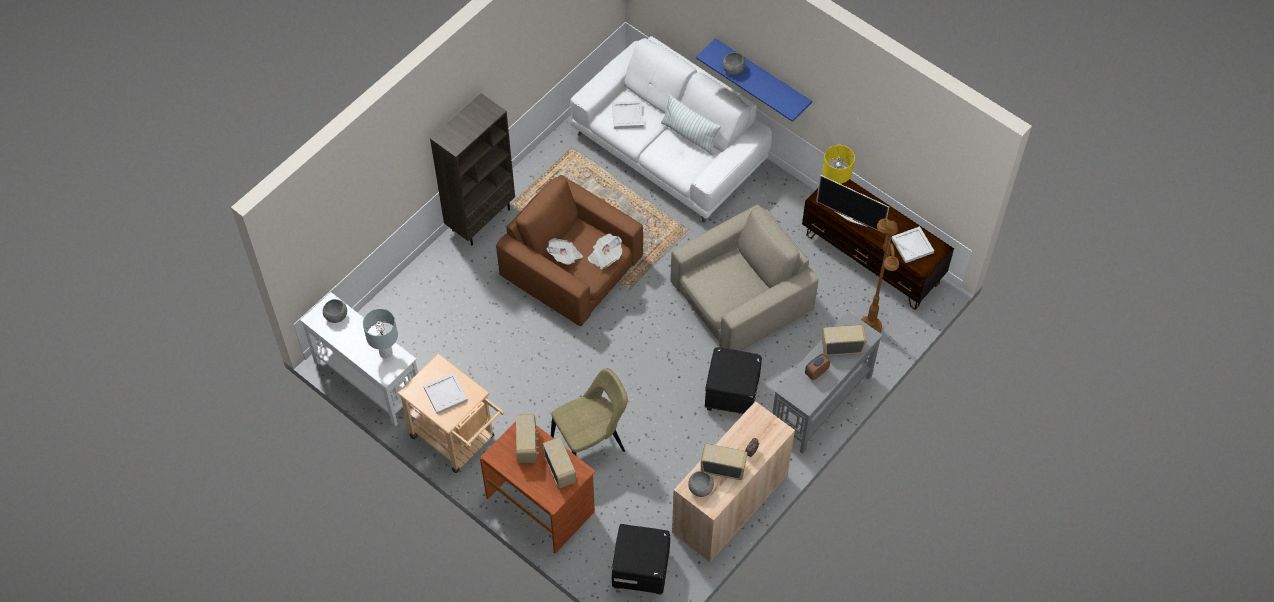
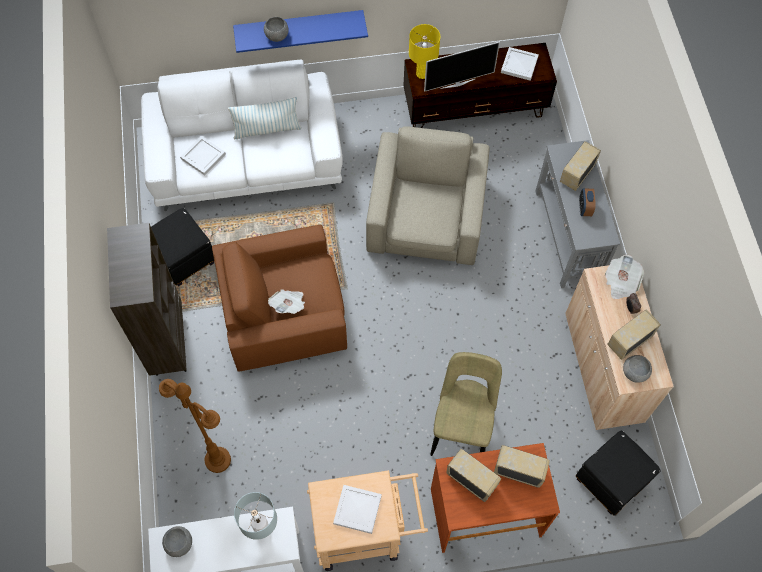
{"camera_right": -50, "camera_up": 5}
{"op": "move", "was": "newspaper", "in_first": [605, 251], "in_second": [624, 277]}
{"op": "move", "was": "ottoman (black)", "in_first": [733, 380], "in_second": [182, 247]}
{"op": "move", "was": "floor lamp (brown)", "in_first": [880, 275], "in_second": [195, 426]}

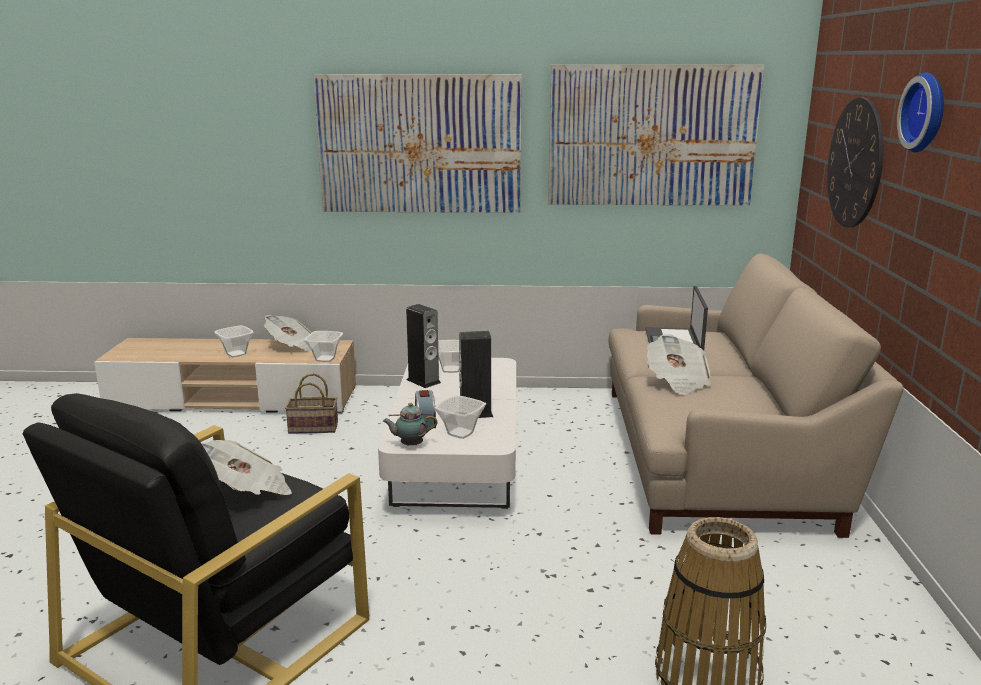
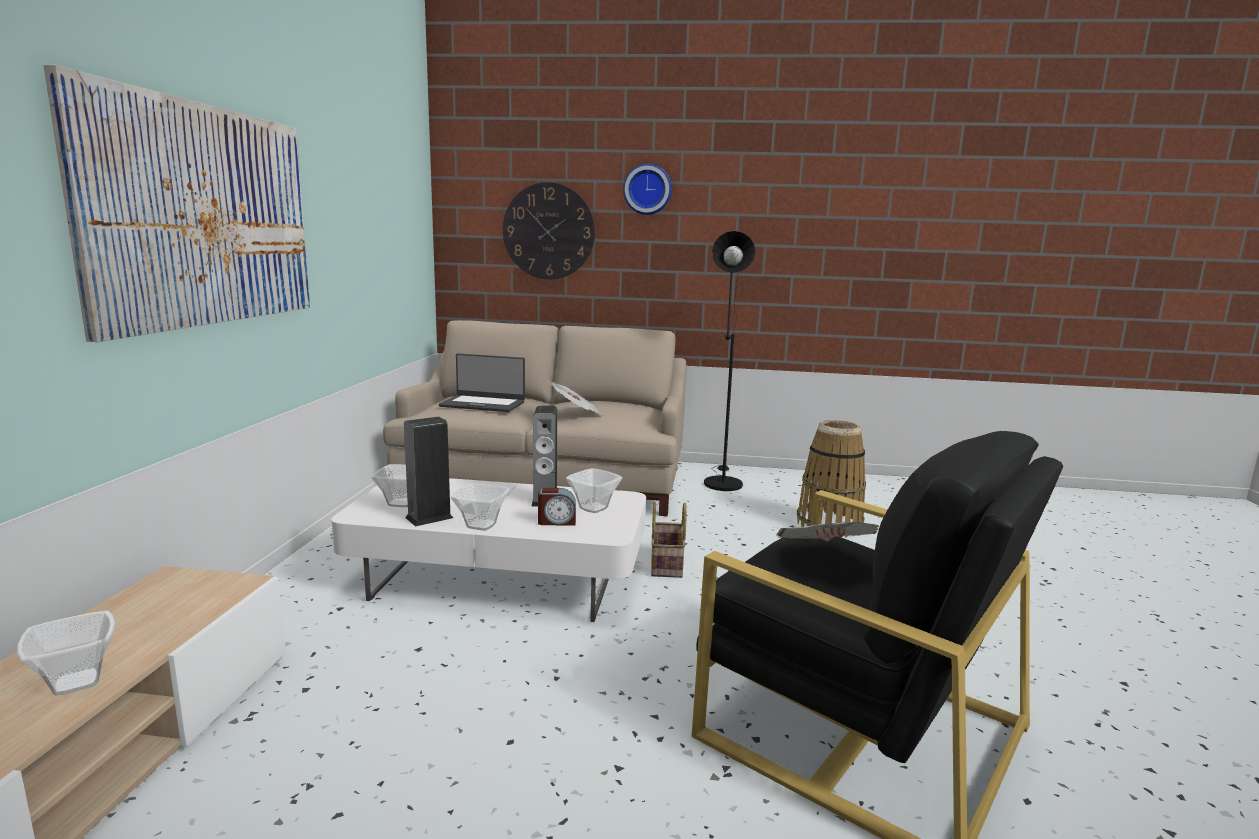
{"camera_right": -85, "camera_up": -5}
{"op": "delete", "was": "newspaper", "in_first": [288, 333]}
{"op": "move", "was": "basket", "in_first": [311, 403], "in_second": [669, 540]}
{"op": "move", "was": "bowl", "in_first": [323, 346], "in_second": [480, 507]}
{"op": "delete", "was": "teapot", "in_first": [410, 424]}
{"op": "delete", "was": "picture", "in_first": [656, 135]}
{"op": "insert", "now": "floor lamp (black)", "in_second": [729, 361]}

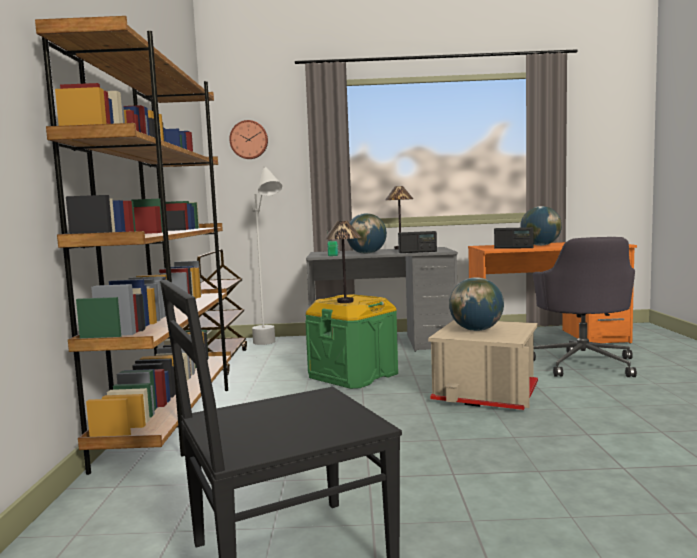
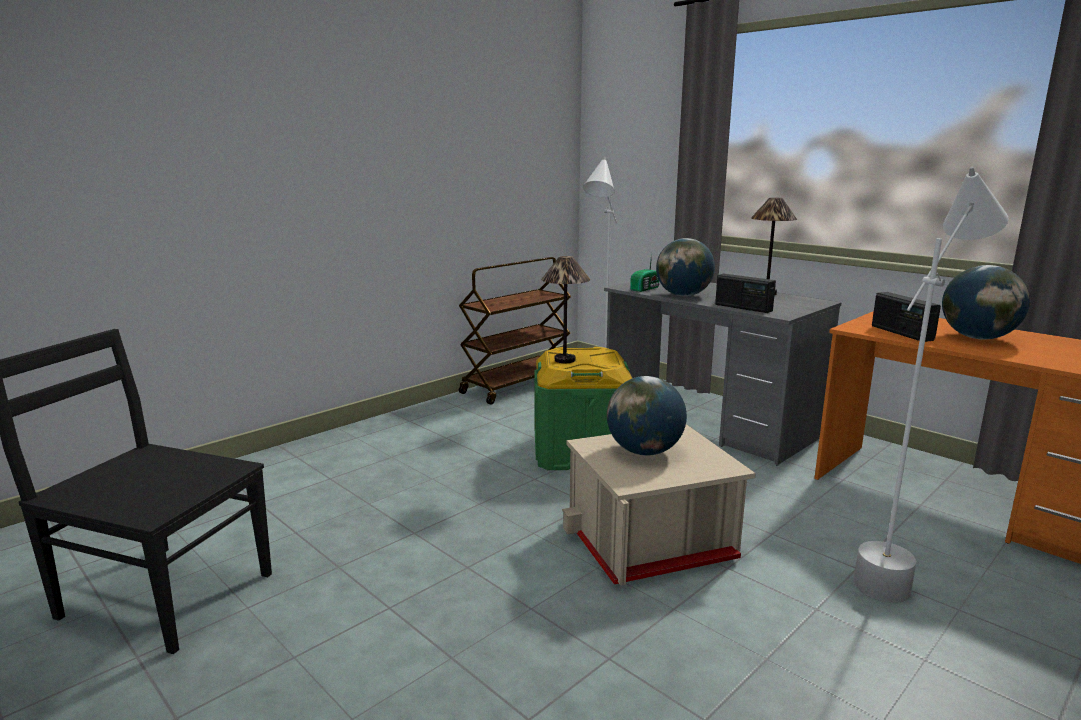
{"camera_right": 45, "camera_up": 10}
{"op": "delete", "was": "bookcase (brown)", "in_first": [133, 245]}
{"op": "delete", "was": "wall clock", "in_first": [248, 139]}
{"op": "replace", "was": "office chair (grey)", "now": "floor lamp (white)", "in_first": [585, 307], "in_second": [930, 385]}

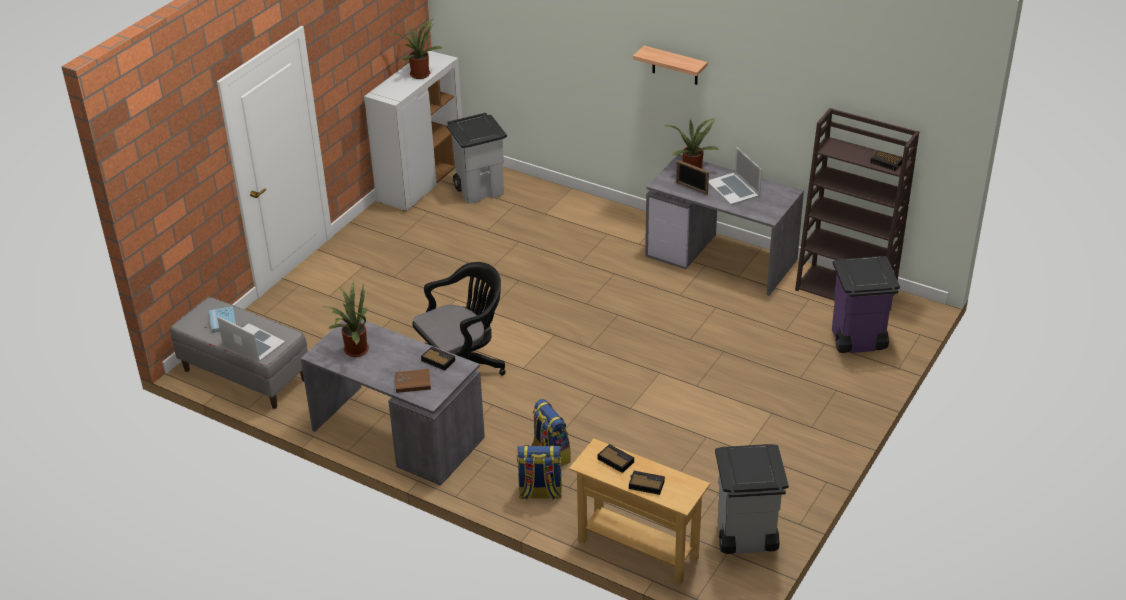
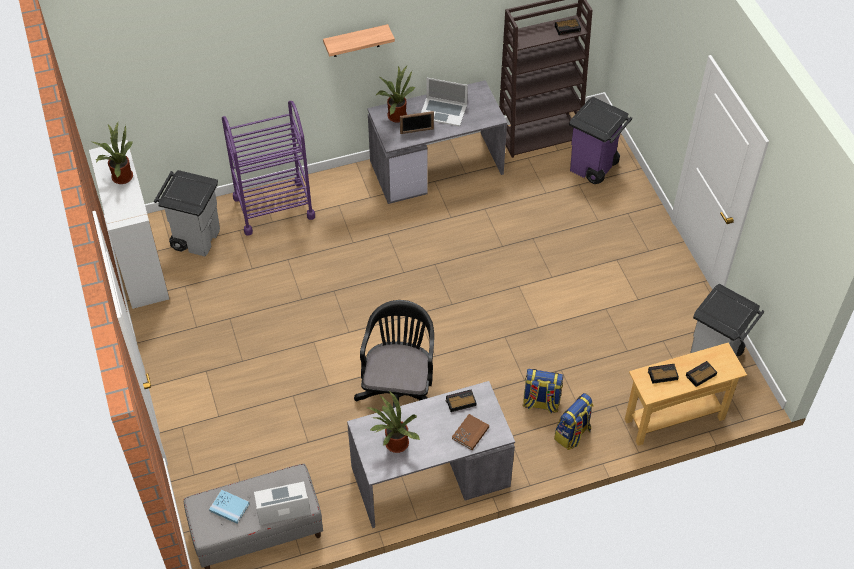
{"camera_right": -50, "camera_up": 15}
{"op": "insert", "now": "cart (purple)", "in_second": [268, 168]}

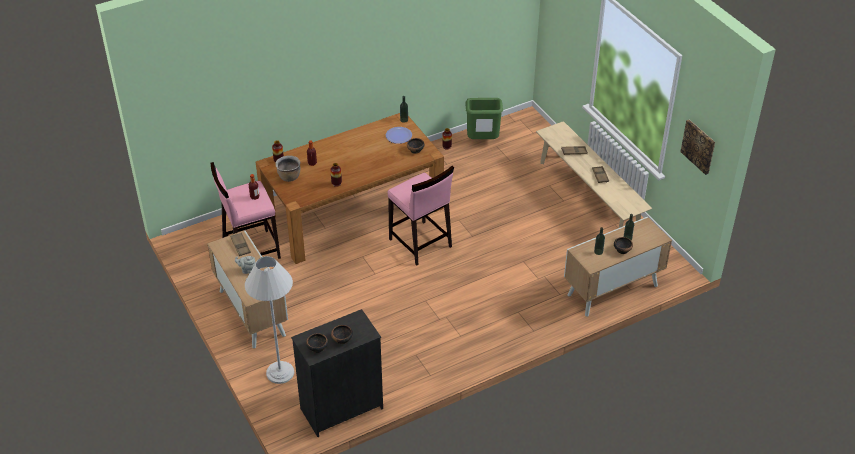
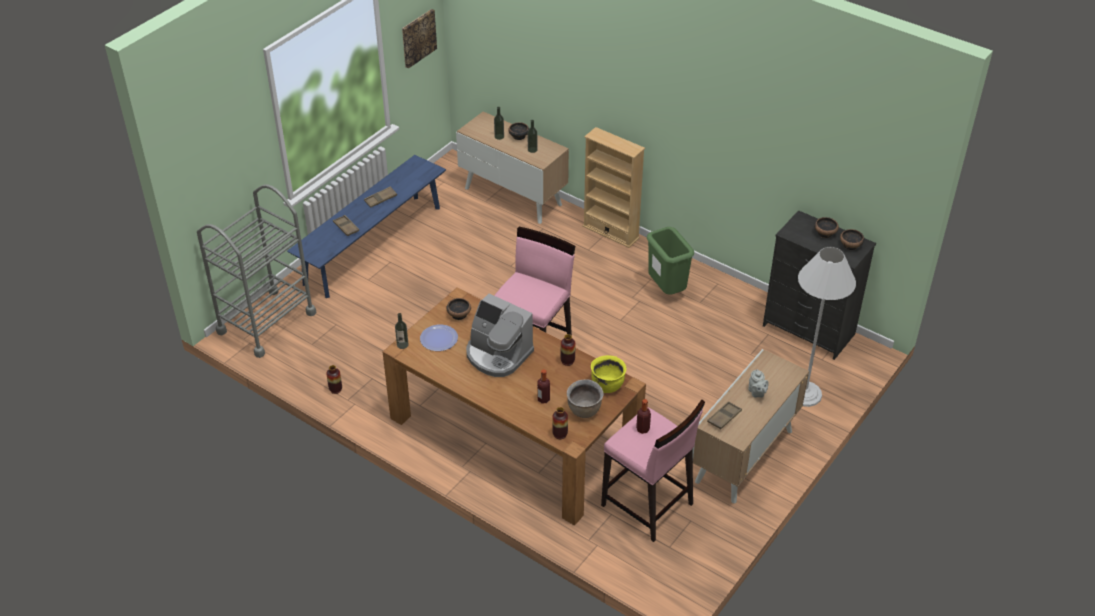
{"camera_right": -115, "camera_up": 0}
{"op": "move", "was": "trash can (green)", "in_first": [484, 118], "in_second": [670, 261]}
{"op": "recolor", "was": "bench (beige)", "now": "bench (blue)", "in_first": [594, 174], "in_second": [366, 226]}
{"op": "insert", "now": "cart (grey)", "in_second": [256, 271]}
{"op": "insert", "now": "coffee machine", "in_second": [500, 335]}
{"op": "insert", "now": "bookcase (beige)", "in_second": [613, 187]}
{"op": "insert", "now": "cooking pot (yellow)", "in_second": [609, 374]}

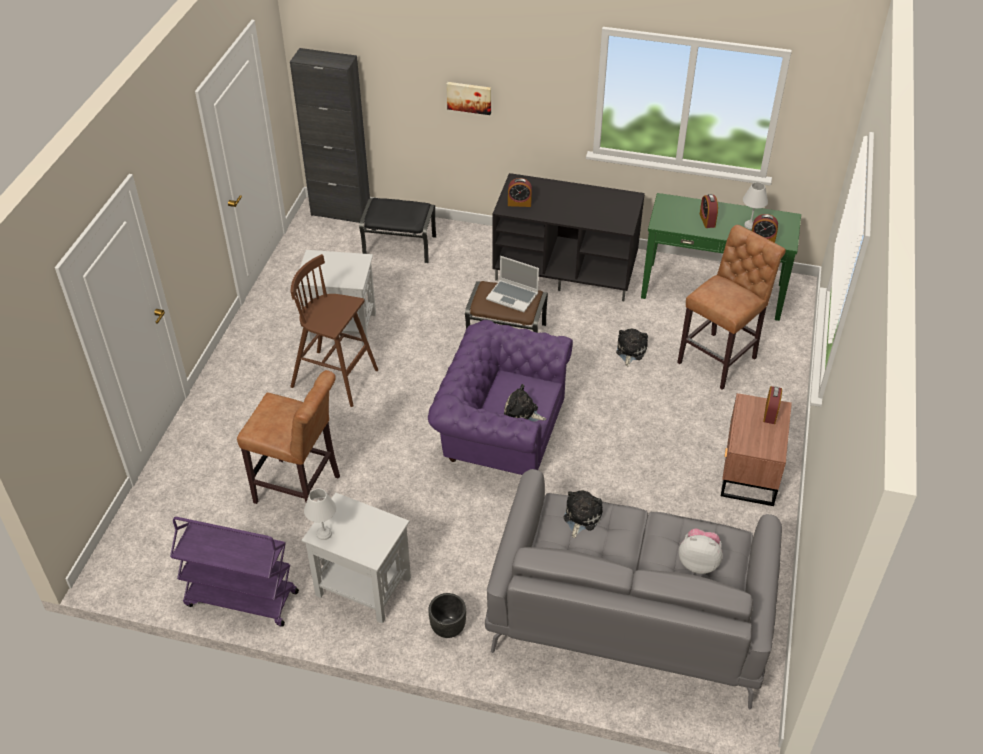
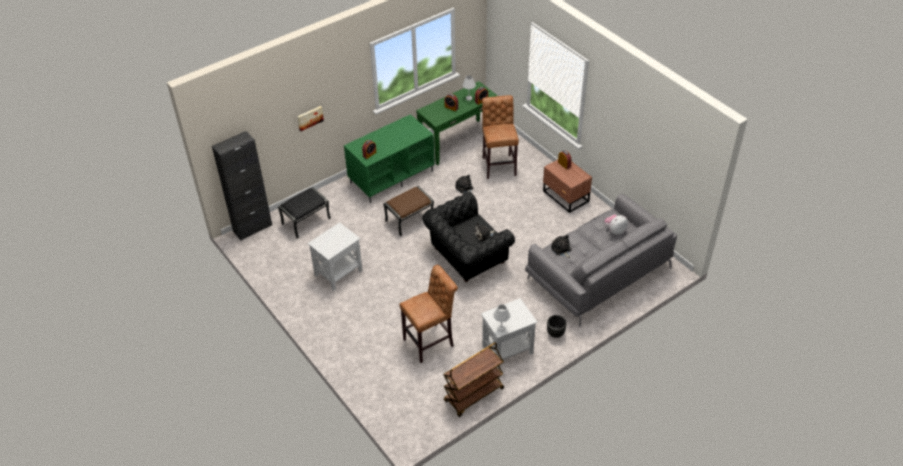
{"camera_right": -50, "camera_up": 0}
{"op": "recolor", "was": "cart (purple)", "now": "cart (brown)", "in_first": [234, 572], "in_second": [473, 379]}
{"op": "delete", "was": "stool (brown)", "in_first": [334, 330]}
{"op": "recolor", "was": "armchair (purple)", "now": "armchair (black)", "in_first": [500, 397], "in_second": [468, 237]}
{"op": "delete", "was": "laptop", "in_first": [512, 284]}
{"op": "recolor", "was": "tv stand (black)", "now": "tv stand (green)", "in_first": [568, 237], "in_second": [389, 158]}

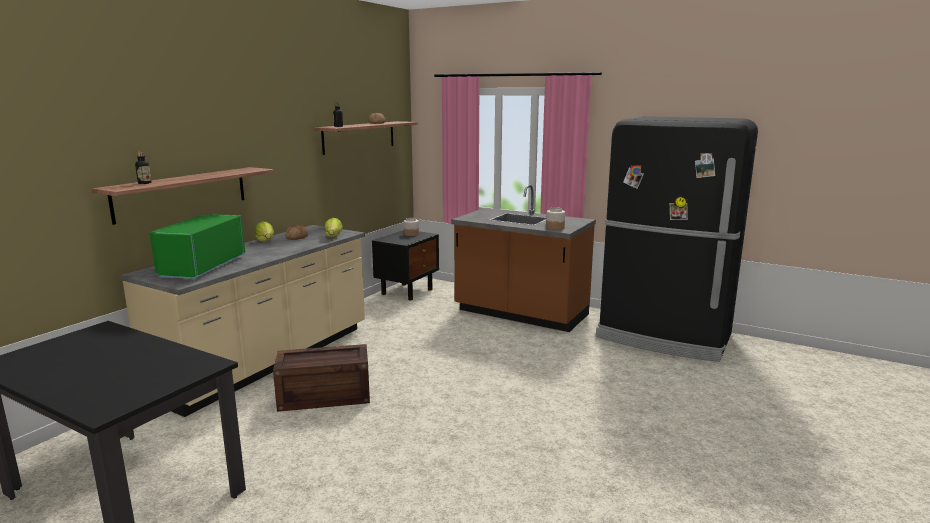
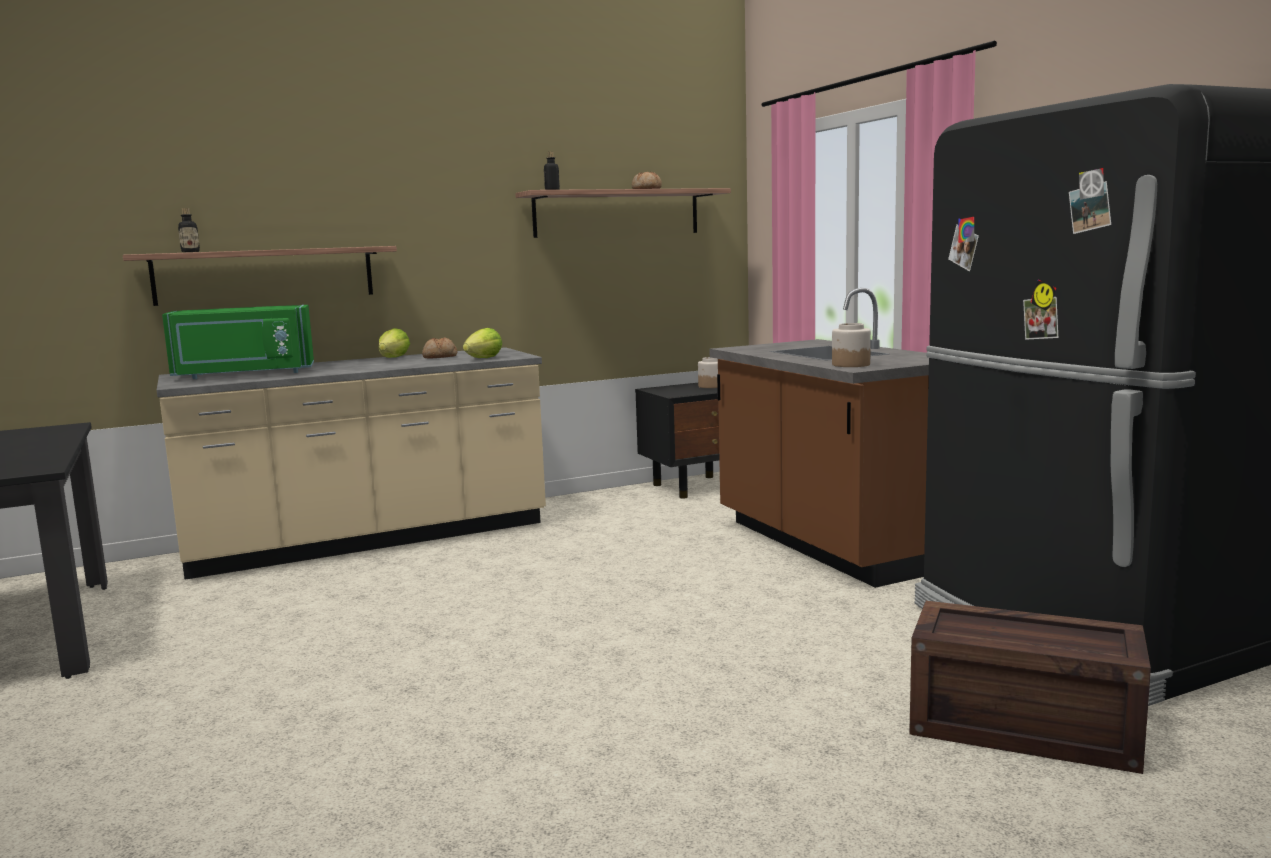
{"camera_right": 35, "camera_up": -5}
{"op": "rotate", "was": "microwave (green)", "in_first": [197, 247], "in_second": [238, 342], "clockwise": -150}
{"op": "move", "was": "crate", "in_first": [321, 378], "in_second": [1030, 687]}

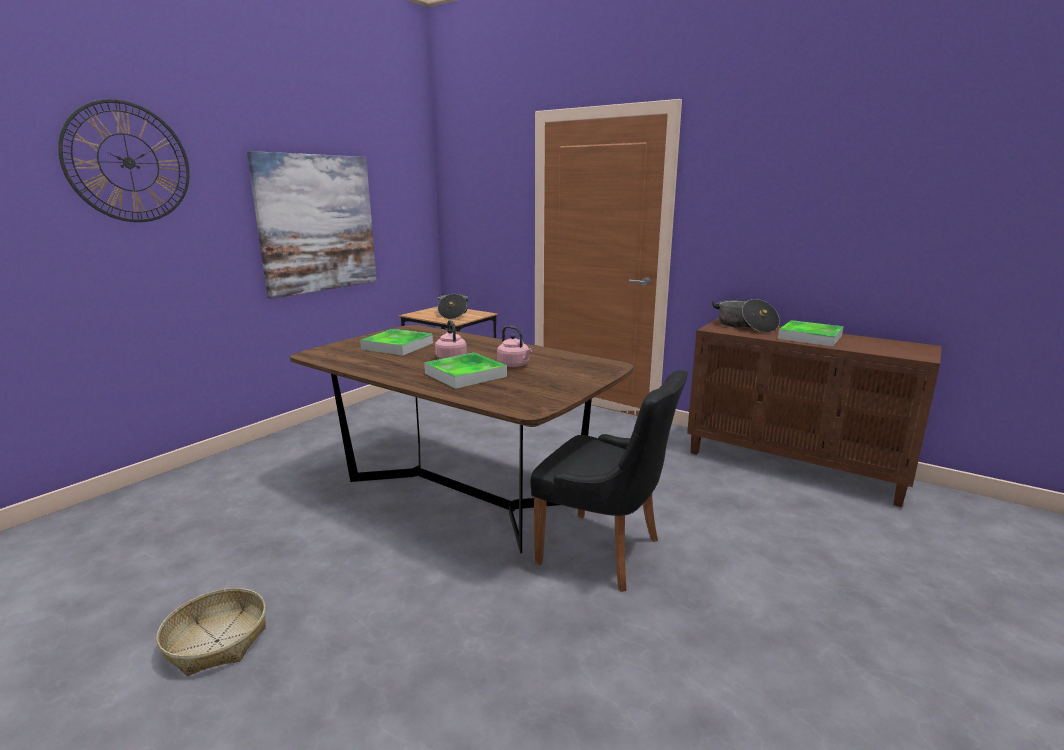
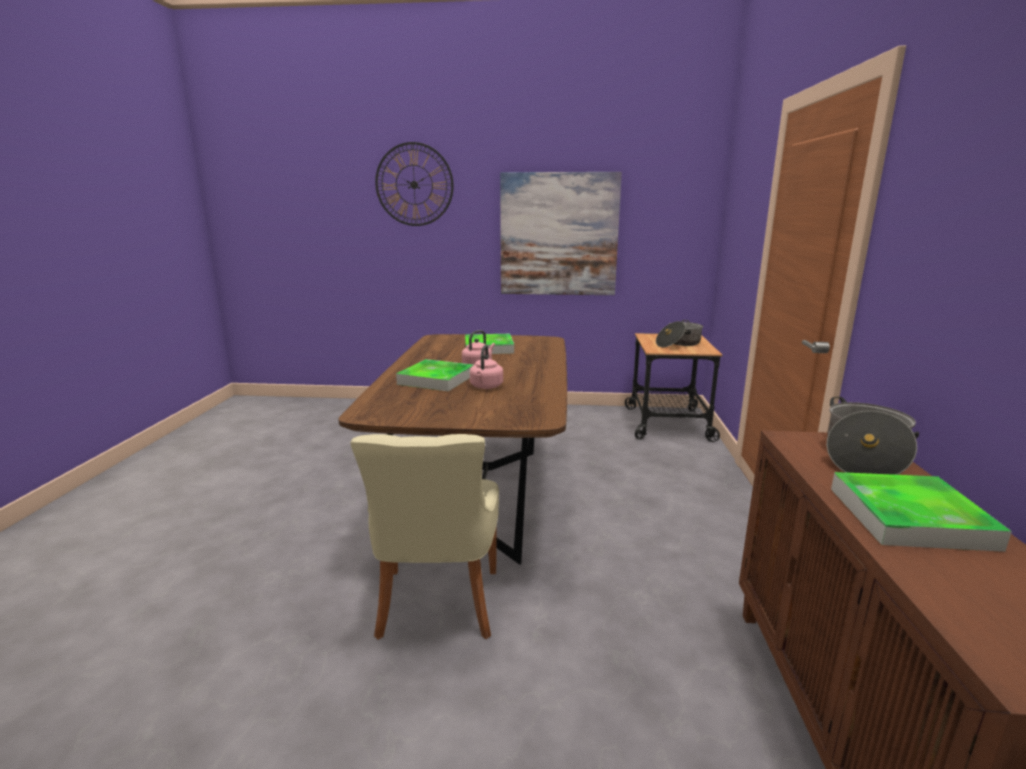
{"camera_right": 60, "camera_up": 0}
{"op": "delete", "was": "basket", "in_first": [211, 632]}
{"op": "recolor", "was": "chair (black)", "now": "chair (beige)", "in_first": [609, 481], "in_second": [424, 537]}

